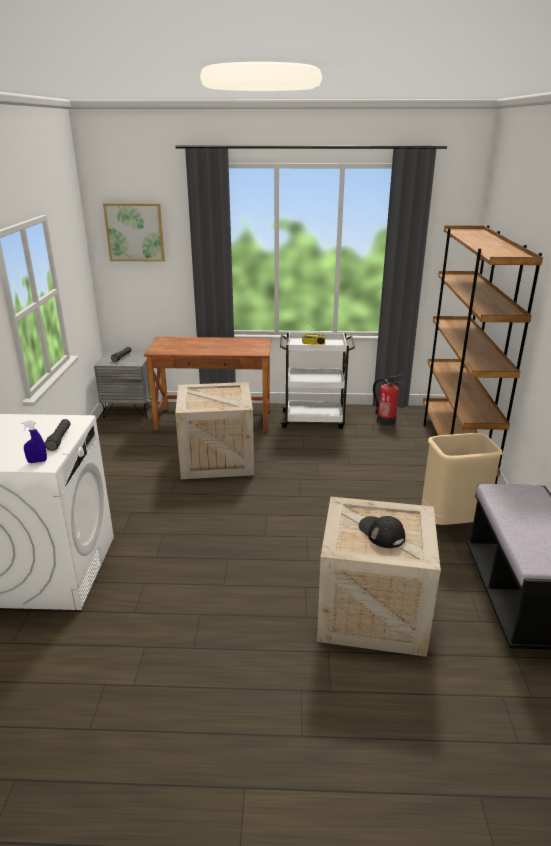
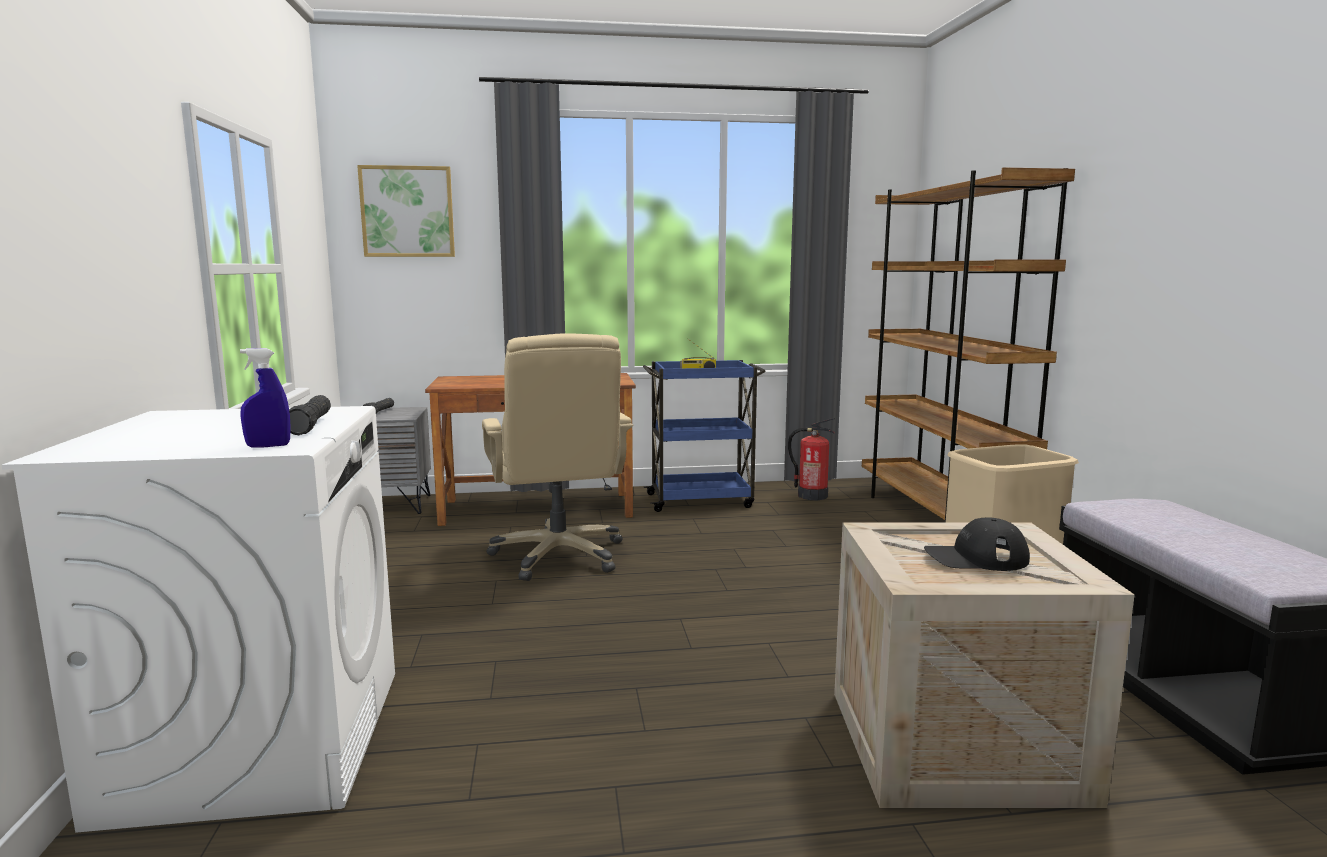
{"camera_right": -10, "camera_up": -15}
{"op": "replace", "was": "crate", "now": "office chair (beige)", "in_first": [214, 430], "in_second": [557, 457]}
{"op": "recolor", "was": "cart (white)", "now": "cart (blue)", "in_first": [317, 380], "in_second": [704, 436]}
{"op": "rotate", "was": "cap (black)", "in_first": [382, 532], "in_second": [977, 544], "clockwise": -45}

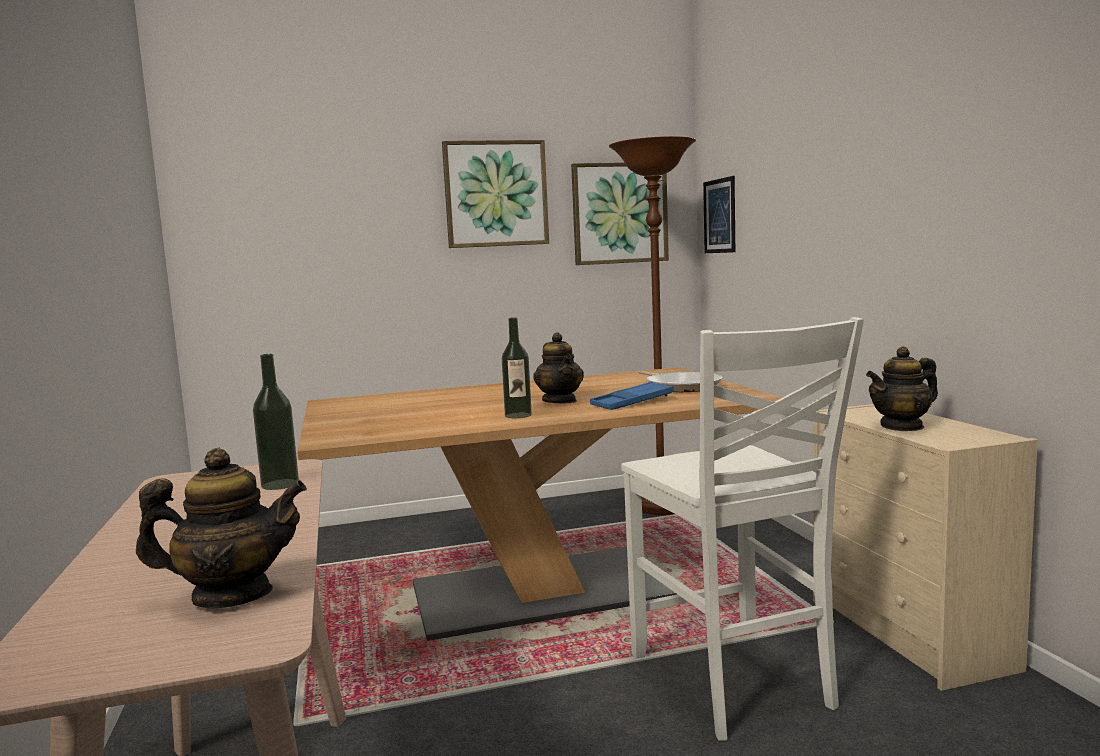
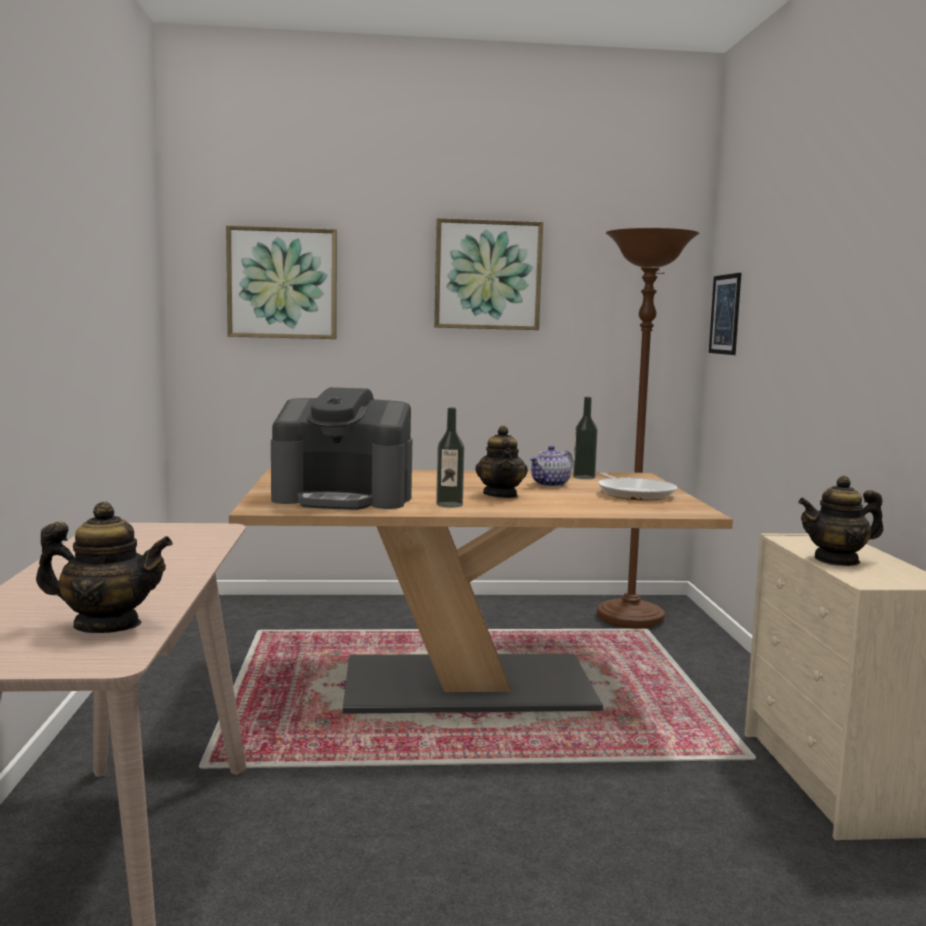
{"camera_right": 10, "camera_up": 0}
{"op": "move", "was": "bottle", "in_first": [276, 422], "in_second": [585, 438]}
{"op": "move", "was": "picture", "in_first": [620, 213], "in_second": [281, 282]}
{"op": "delete", "was": "tray (blue)", "in_first": [632, 396]}
{"op": "delete", "was": "chair (white)", "in_first": [742, 529]}
{"op": "insert", "now": "coffee machine", "in_second": [341, 448]}
{"op": "insert", "now": "teapot", "in_second": [551, 466]}

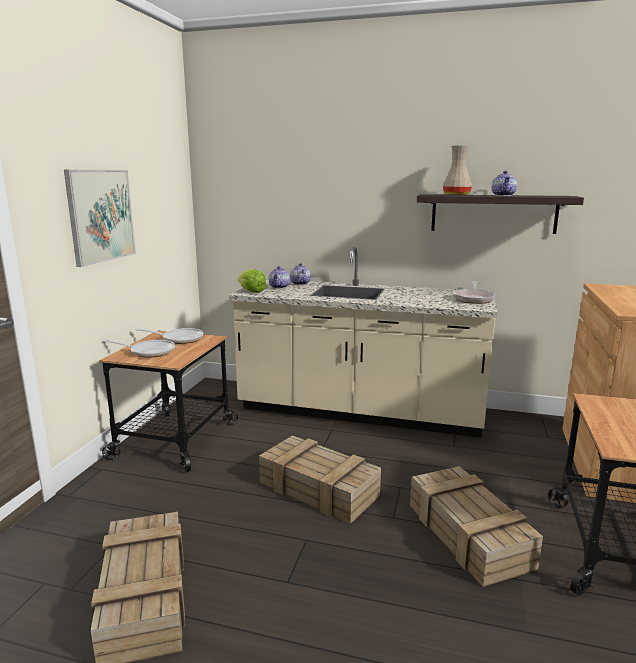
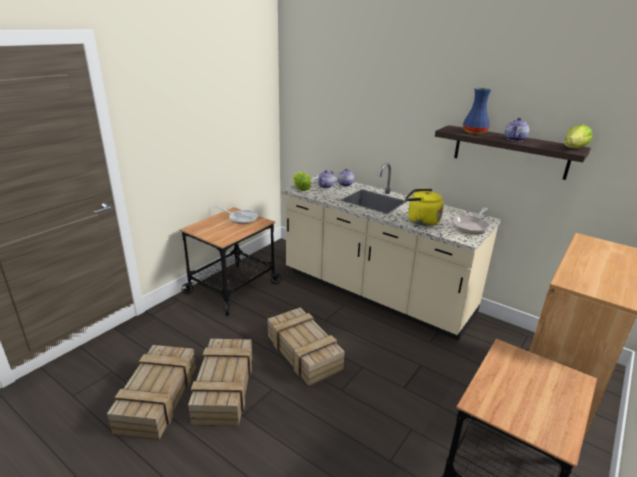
{"camera_right": 20, "camera_up": 10}
{"op": "delete", "was": "picture", "in_first": [100, 218]}
{"op": "delete", "was": "frying pan", "in_first": [138, 349]}
{"op": "move", "was": "crate", "in_first": [476, 526], "in_second": [220, 382]}
{"op": "recolor", "was": "vase (beige)", "now": "vase (blue)", "in_first": [457, 170], "in_second": [477, 111]}
{"op": "insert", "now": "kettle (yellow)", "in_second": [424, 207]}
{"op": "insert", "now": "lettuce", "in_second": [578, 136]}

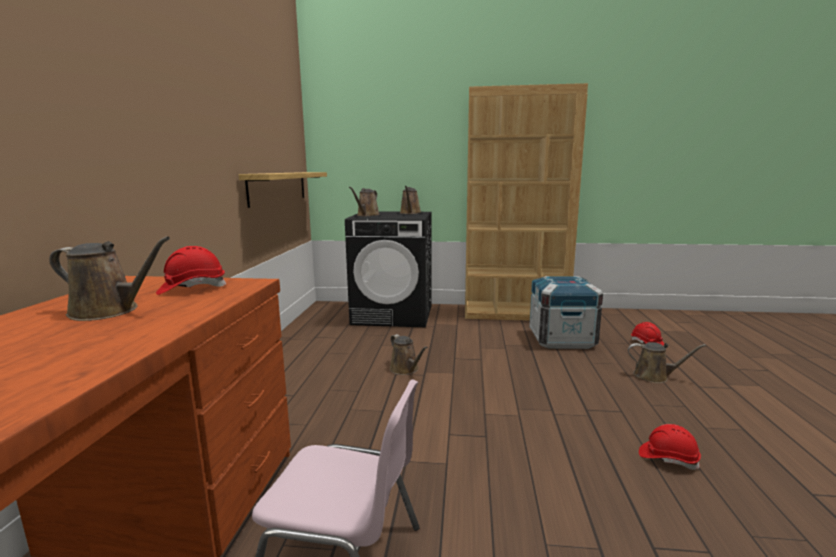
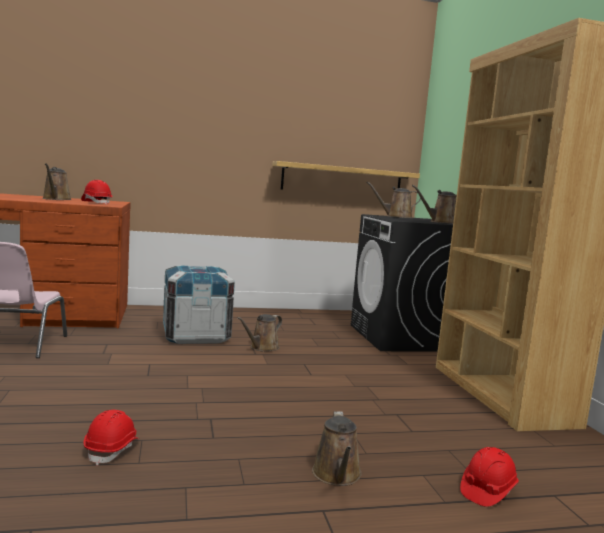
{"camera_right": 70, "camera_up": -5}
{"op": "move", "was": "crate", "in_first": [566, 312], "in_second": [199, 304]}

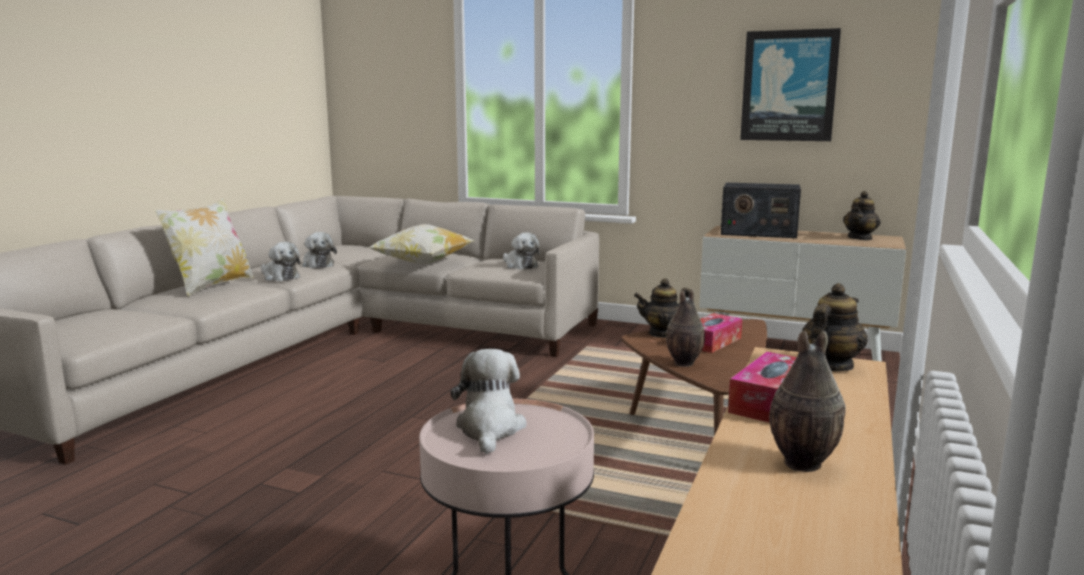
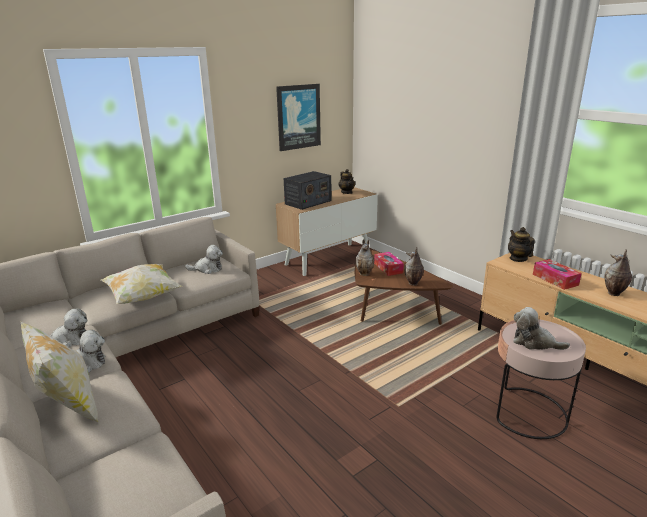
{"camera_right": -60, "camera_up": 10}
{"op": "replace", "was": "teapot", "now": "vase", "in_first": [662, 308], "in_second": [364, 257]}

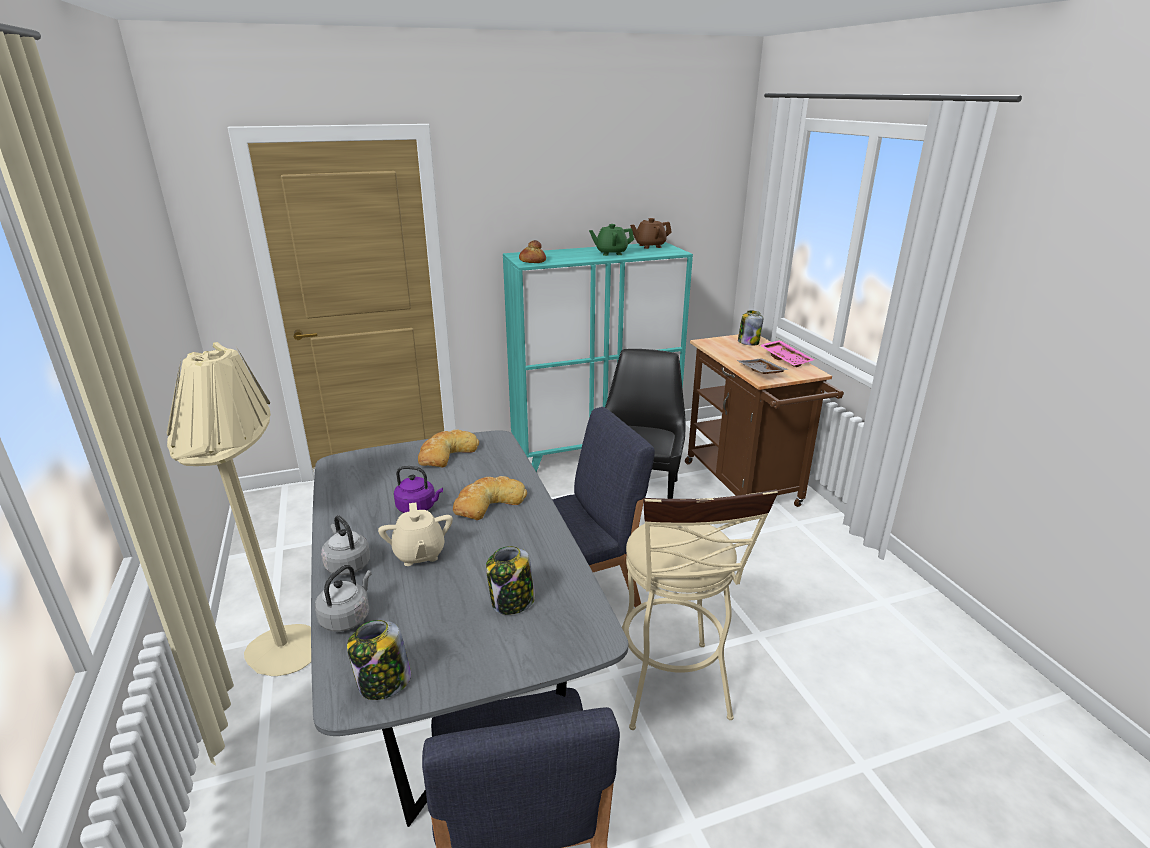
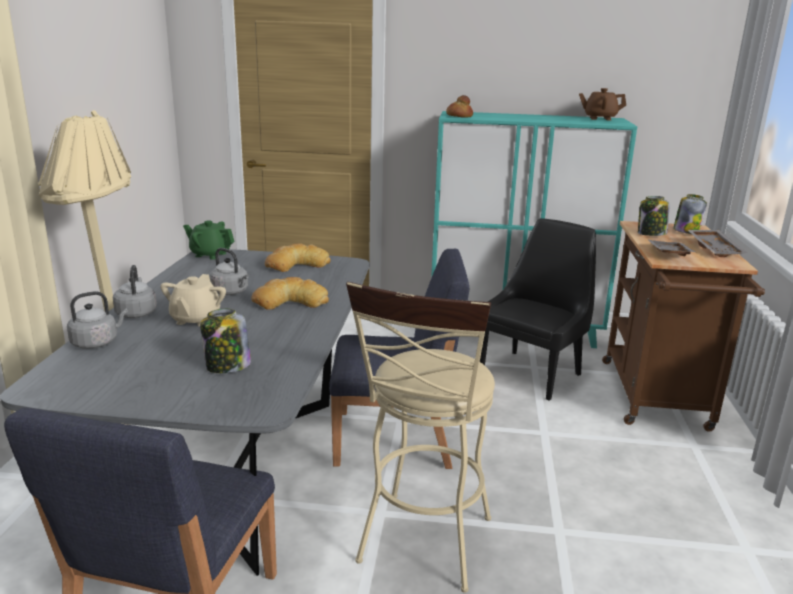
{"camera_right": 25, "camera_up": -5}
{"op": "move", "was": "jar", "in_first": [379, 660], "in_second": [654, 216]}
{"op": "recolor", "was": "kettle (purple)", "now": "kettle (grey)", "in_first": [418, 489], "in_second": [229, 271]}
{"op": "move", "was": "teapot (green)", "in_first": [611, 240], "in_second": [209, 240]}
{"op": "recolor", "was": "tray (pink)", "now": "tray (grey)", "in_first": [787, 353], "in_second": [717, 243]}

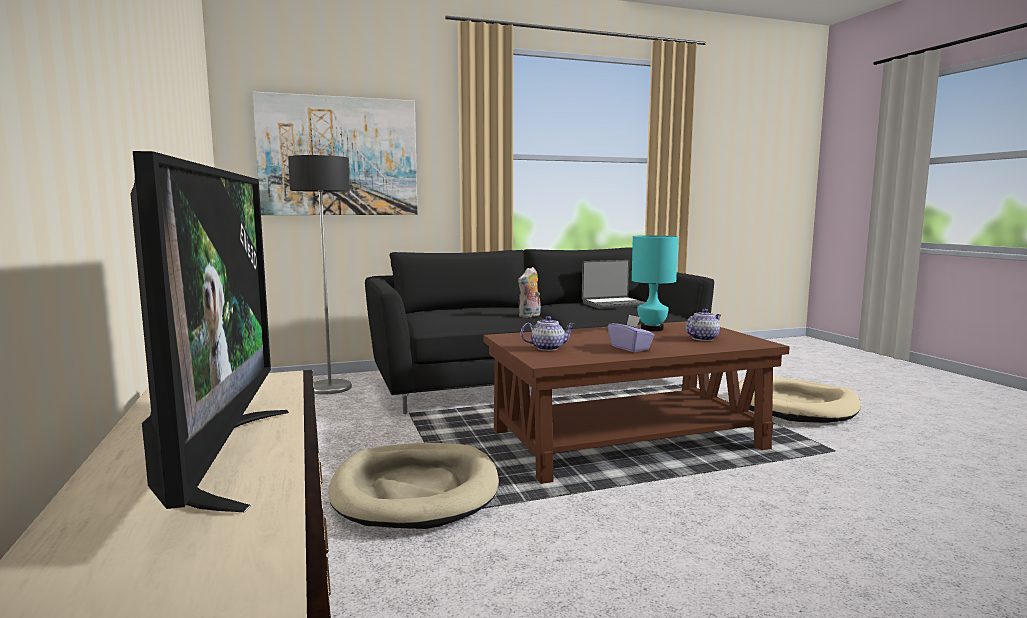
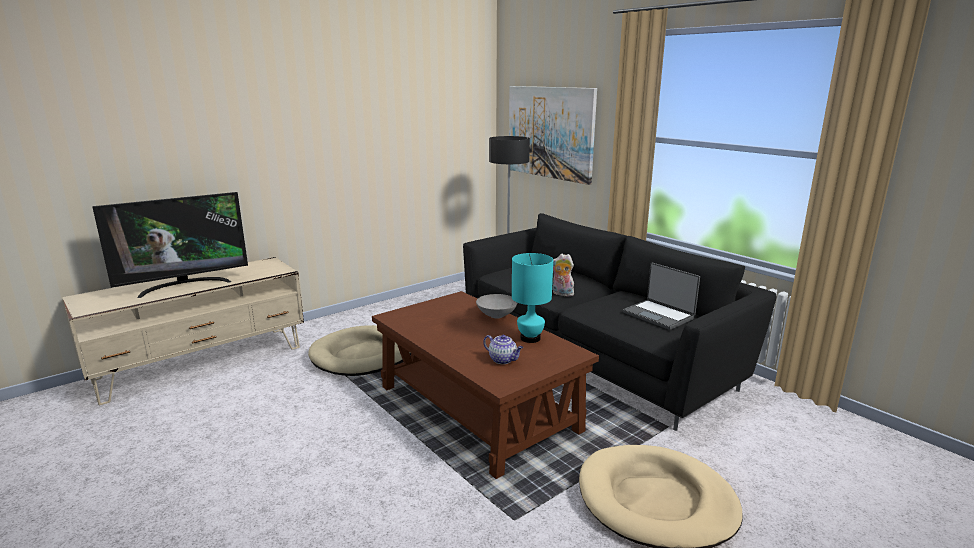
{"camera_right": 70, "camera_up": 10}
{"op": "delete", "was": "teapot", "in_first": [547, 333]}
{"op": "delete", "was": "tissue box (purple)", "in_first": [631, 333]}
{"op": "insert", "now": "bowl (grey)", "in_second": [497, 306]}

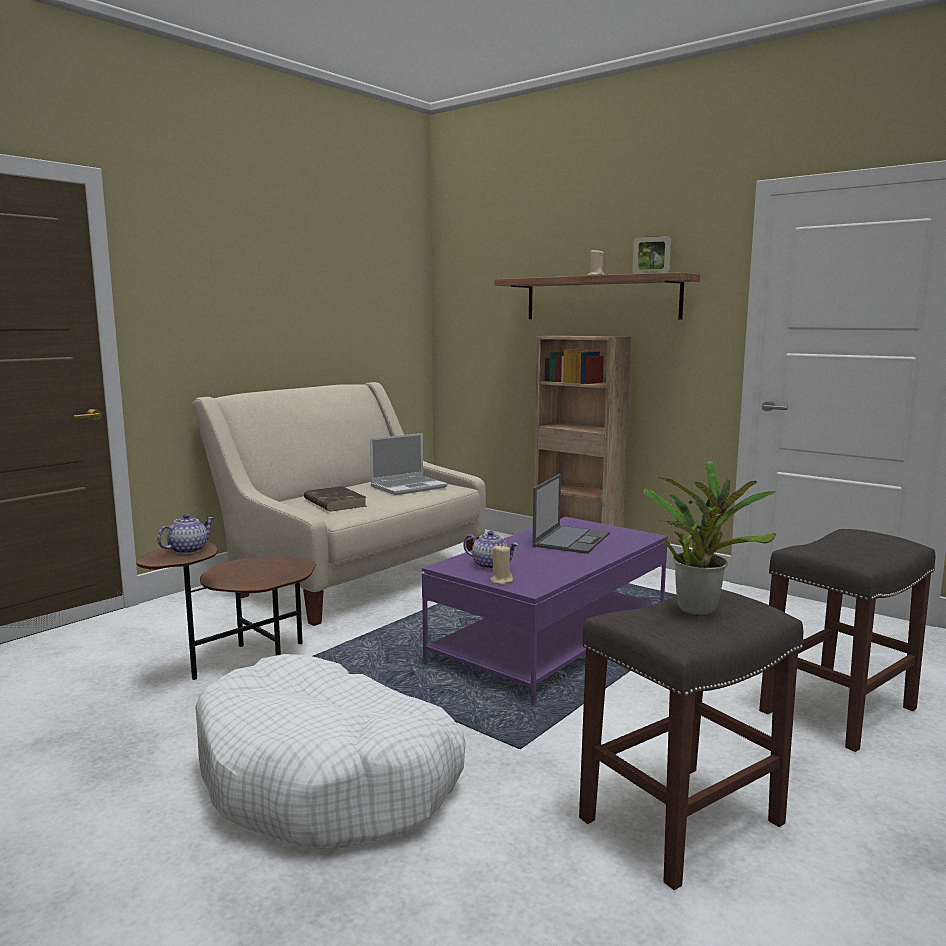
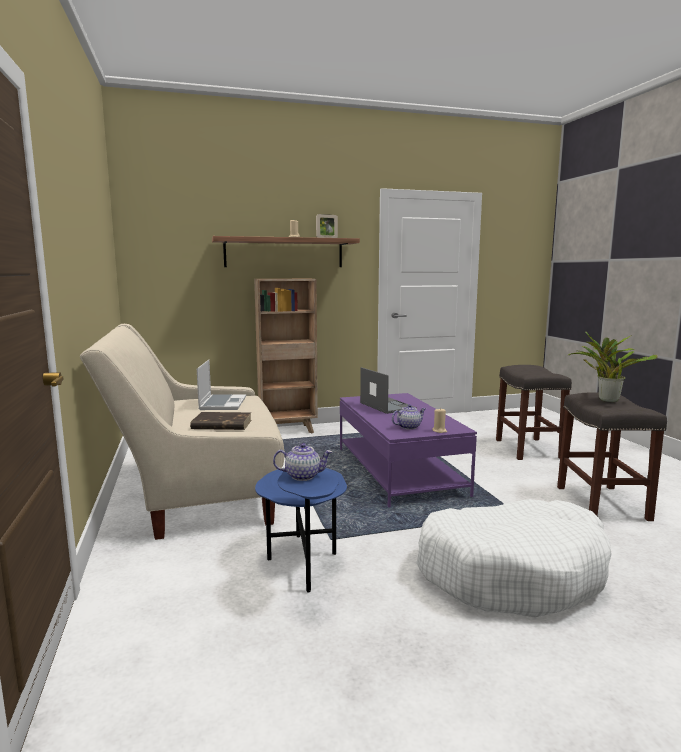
{"camera_right": -55, "camera_up": 0}
{"op": "recolor", "was": "side table (brown)", "now": "side table (blue)", "in_first": [226, 611], "in_second": [301, 530]}
{"op": "rotate", "was": "teapot", "in_first": [185, 534], "in_second": [303, 462], "clockwise": 105}

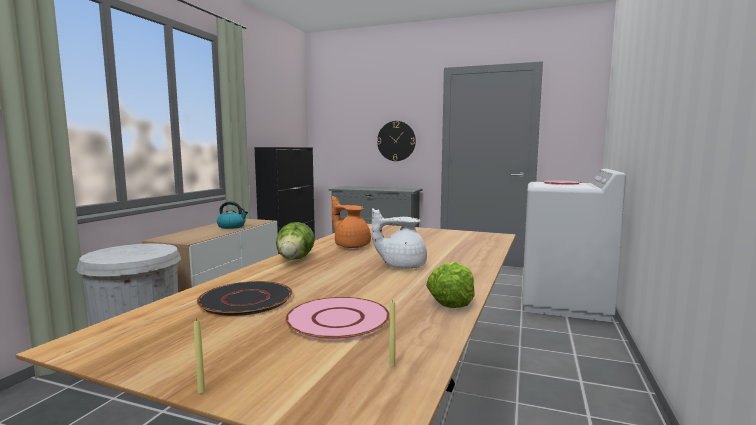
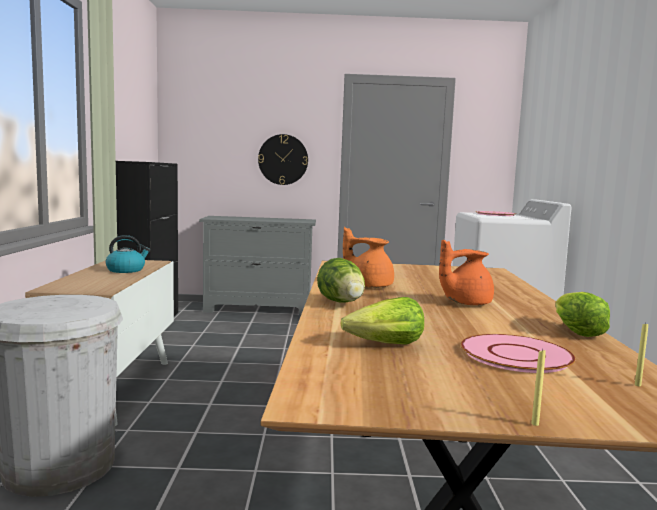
{"camera_right": -20, "camera_up": 0}
{"op": "replace", "was": "plate (black)", "now": "lettuce", "in_first": [245, 298], "in_second": [382, 321]}
{"op": "recolor", "was": "teapot (white)", "now": "teapot (orange)", "in_first": [399, 238], "in_second": [466, 272]}

